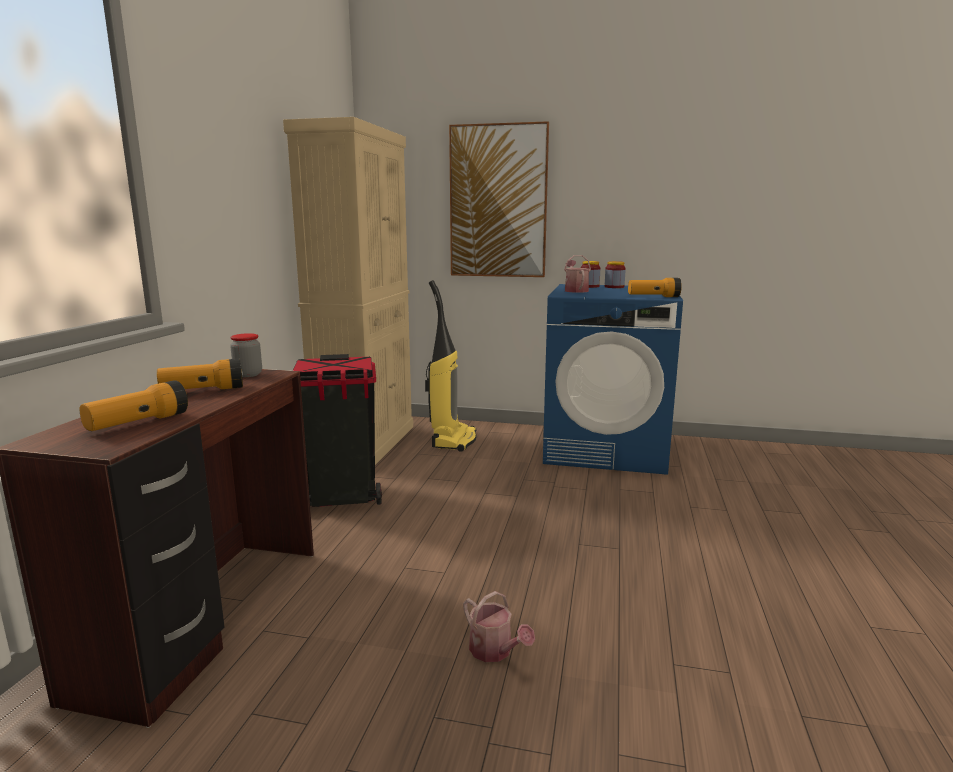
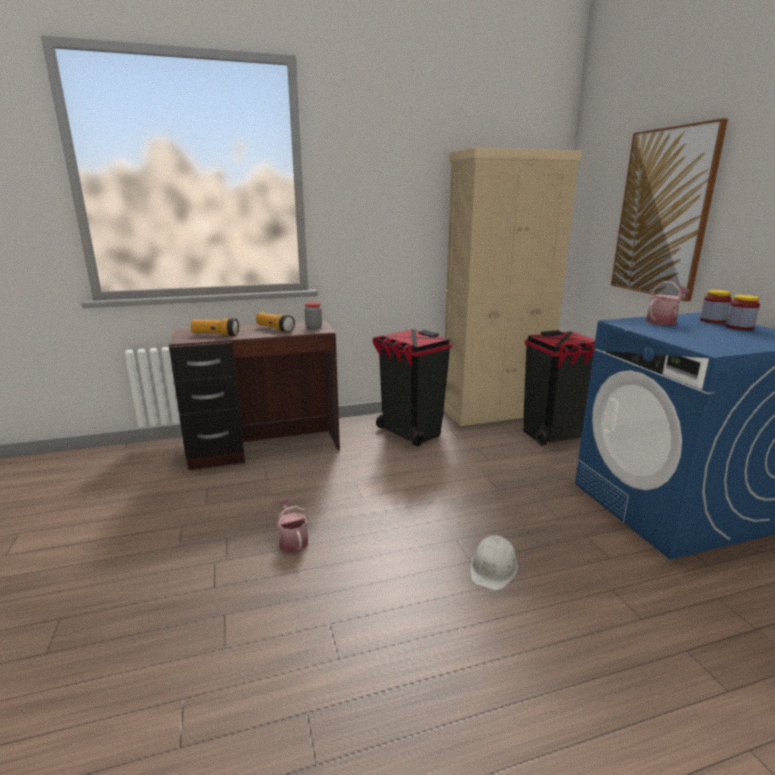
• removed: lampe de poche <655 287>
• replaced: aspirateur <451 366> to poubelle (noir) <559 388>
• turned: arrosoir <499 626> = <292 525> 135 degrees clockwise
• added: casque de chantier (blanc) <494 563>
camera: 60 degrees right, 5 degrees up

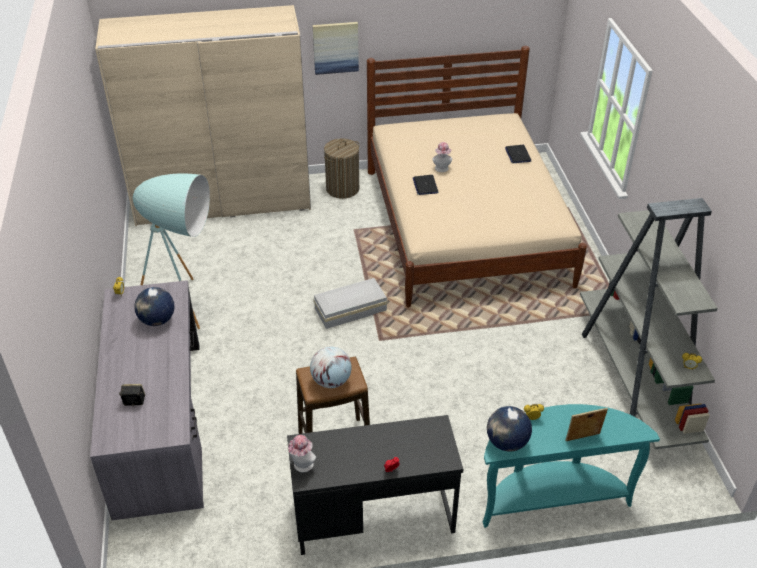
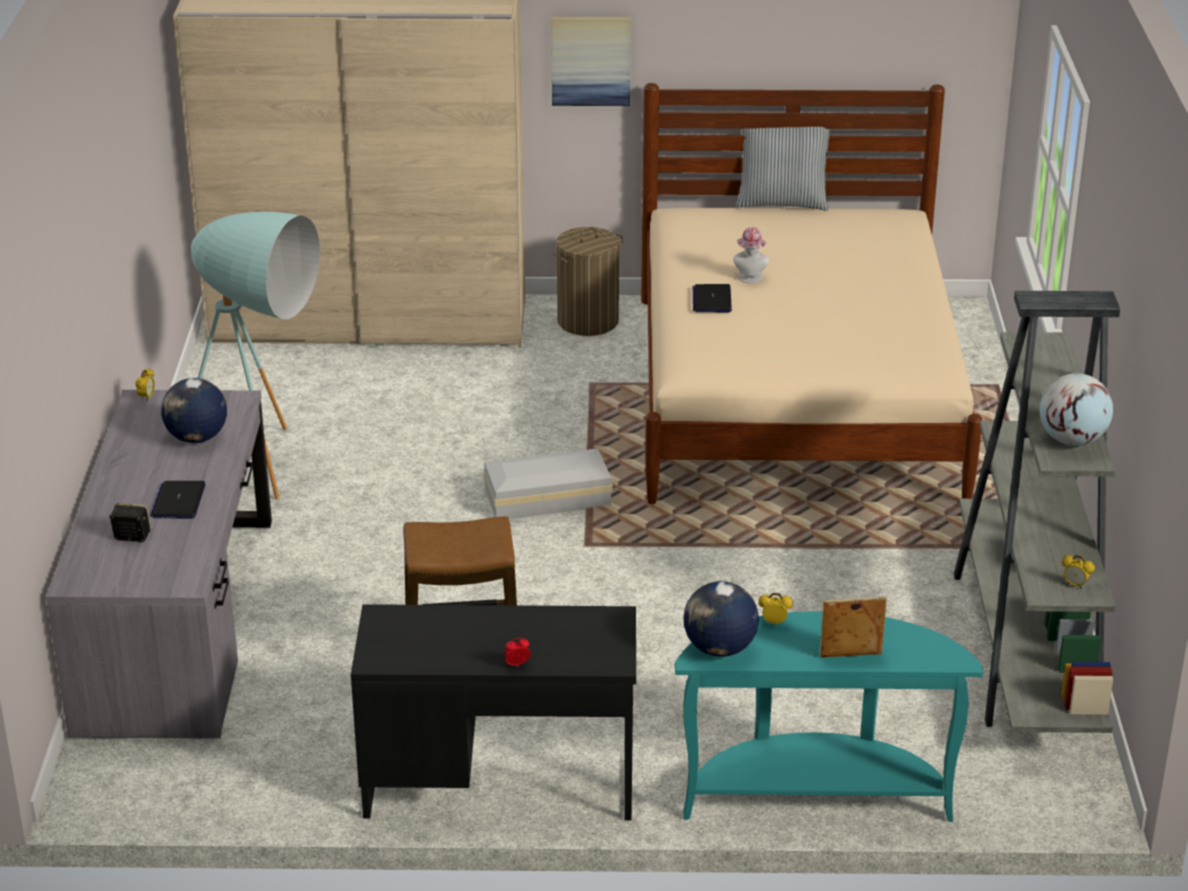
• moved: ordinateur portable <518 154> to <178 500>
• moved: globe <331 367> to <1076 409>
• removed: chapeau <302 453>
• added: coussin <783 169>
camera: 10 degrees right, 10 degrees down

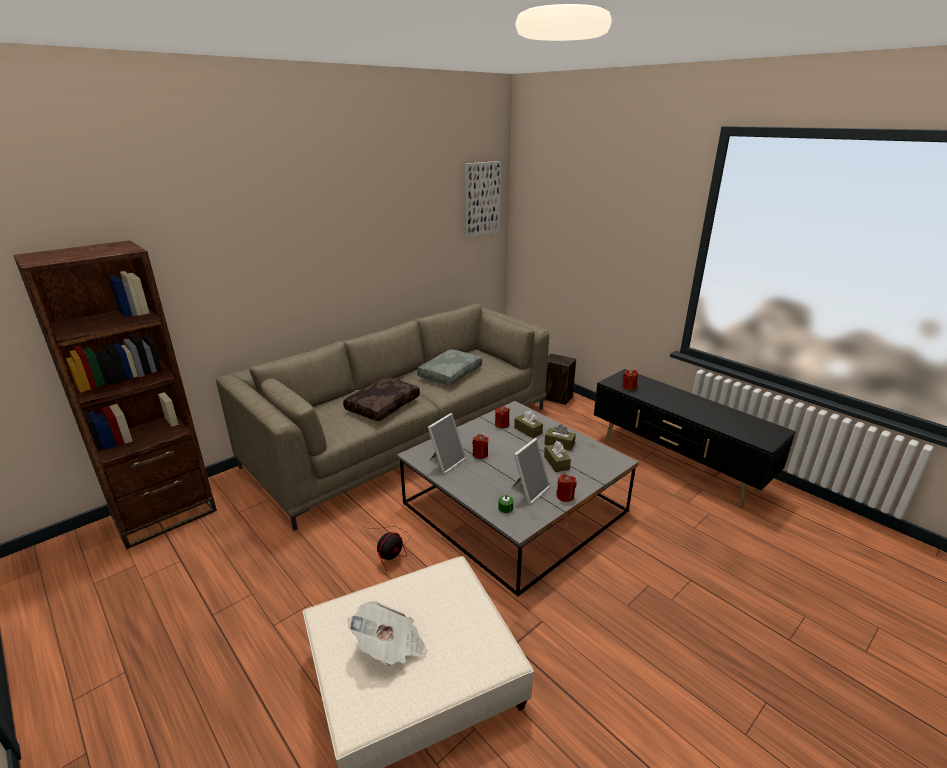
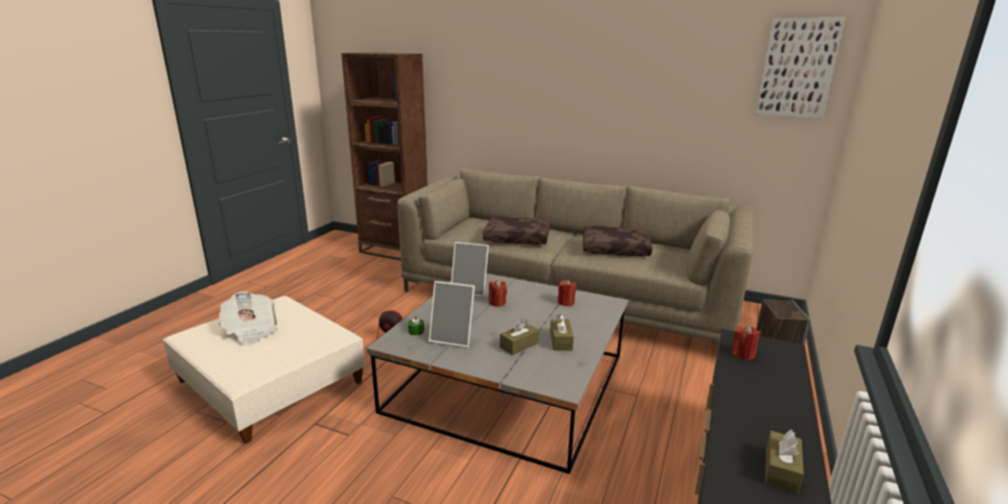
• recoloured: coussin (gris) <449 367> to coussin (marron) <617 241>
• moved: boîte à mouchoirs (marron) <528 424> to <784 461>
• removed: bougie (rouge) <566 488>
camera: 65 degrees right, 5 degrees down

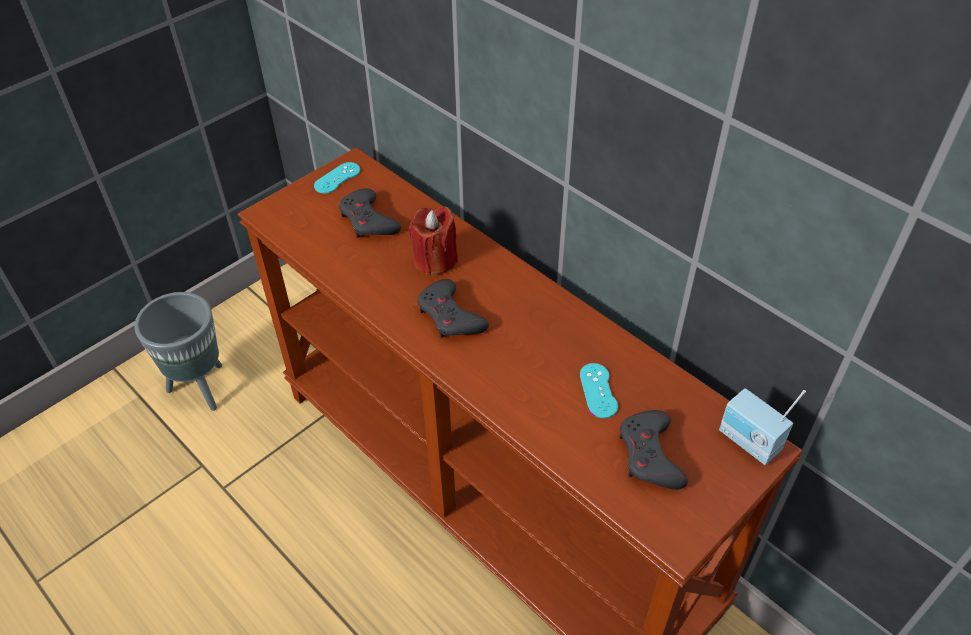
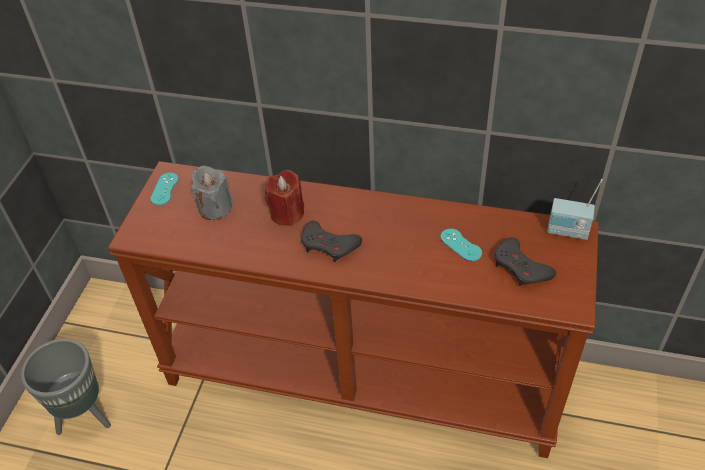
• replaced: manette (gris) <370 213> to bougie (gris) <212 193>
camera: 30 degrees left, 0 degrees up

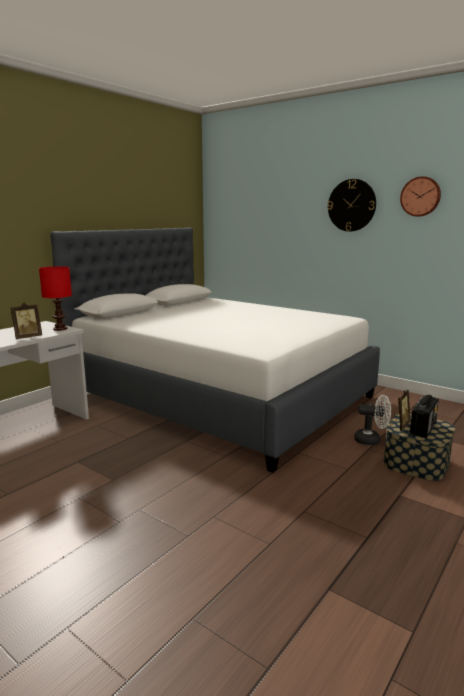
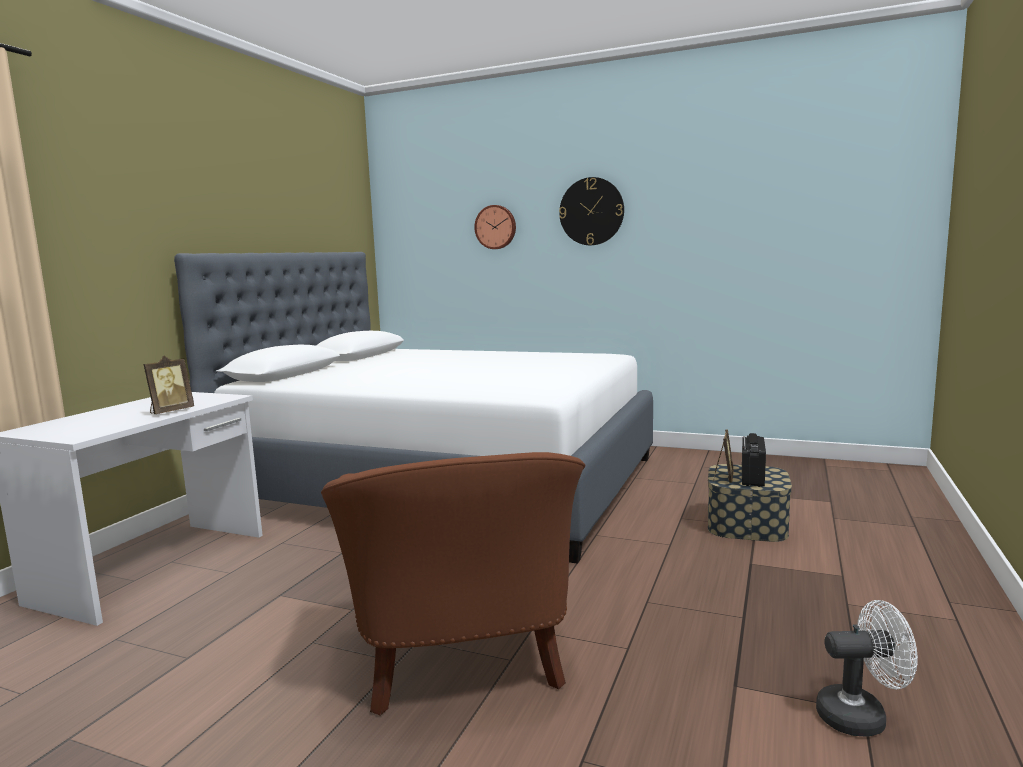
• moved: horloge murale <420 196> to <495 227>
• removed: lampe de table (rouge) <55 298>
• moved: ventilateur (blanc) <372 420> to <867 668>
• added: fauteuil (marron) <453 584>
camera: 15 degrees left, 5 degrees down

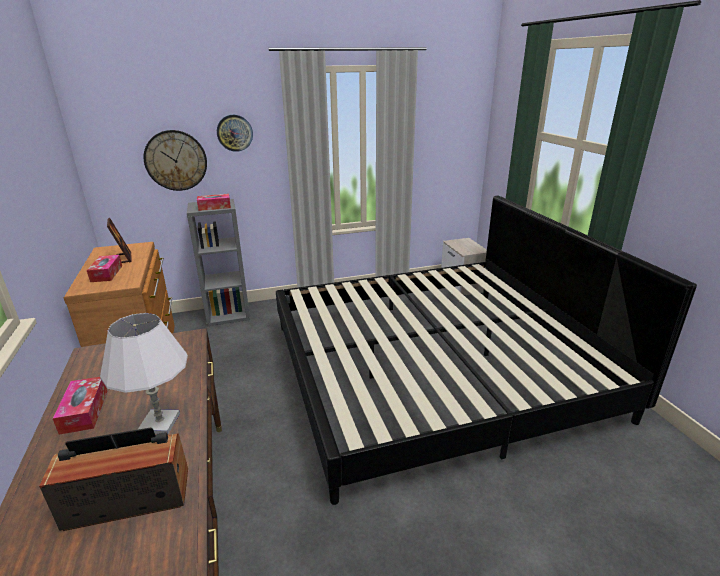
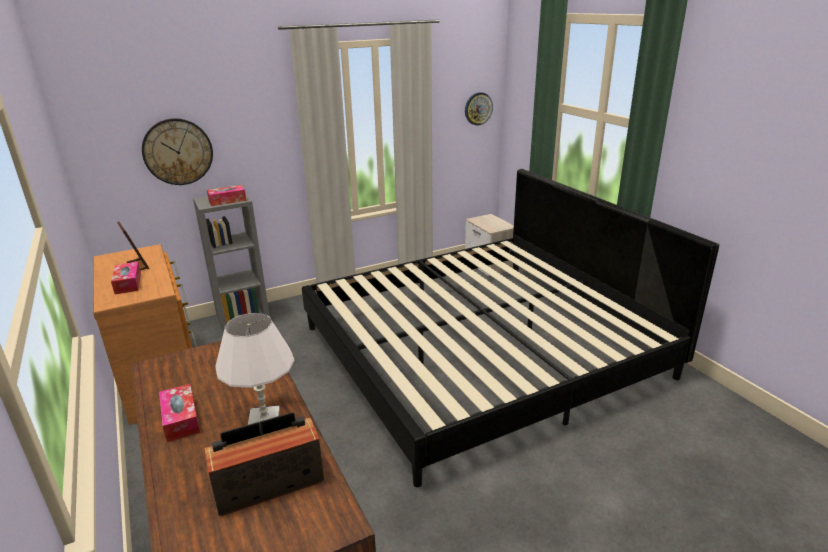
• moved: horloge murale <235 133> to <479 109>
camera: 10 degrees left, 0 degrees up

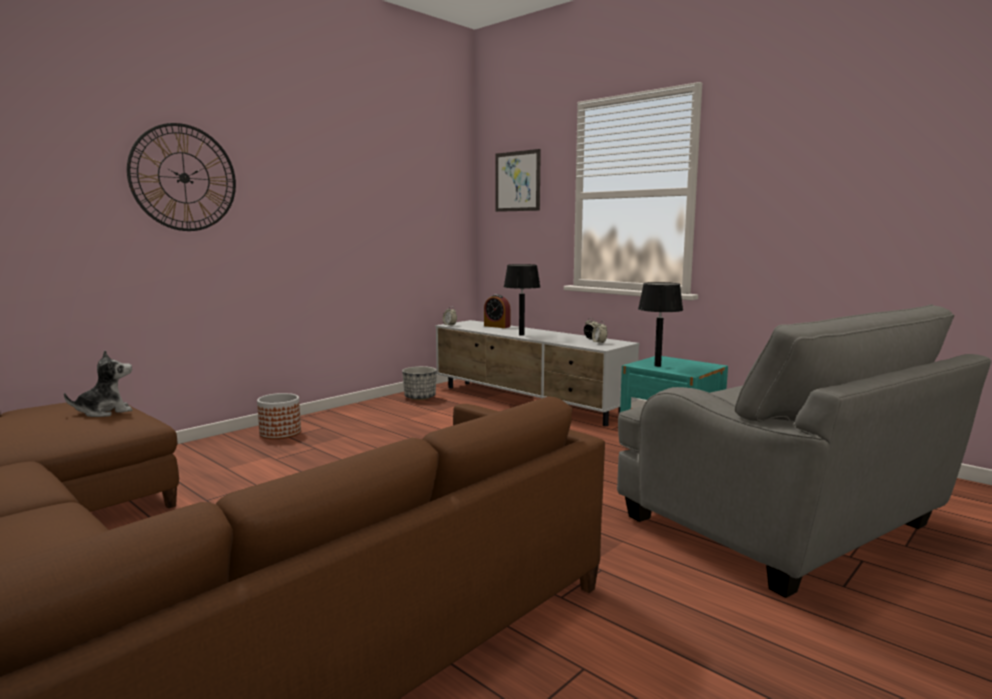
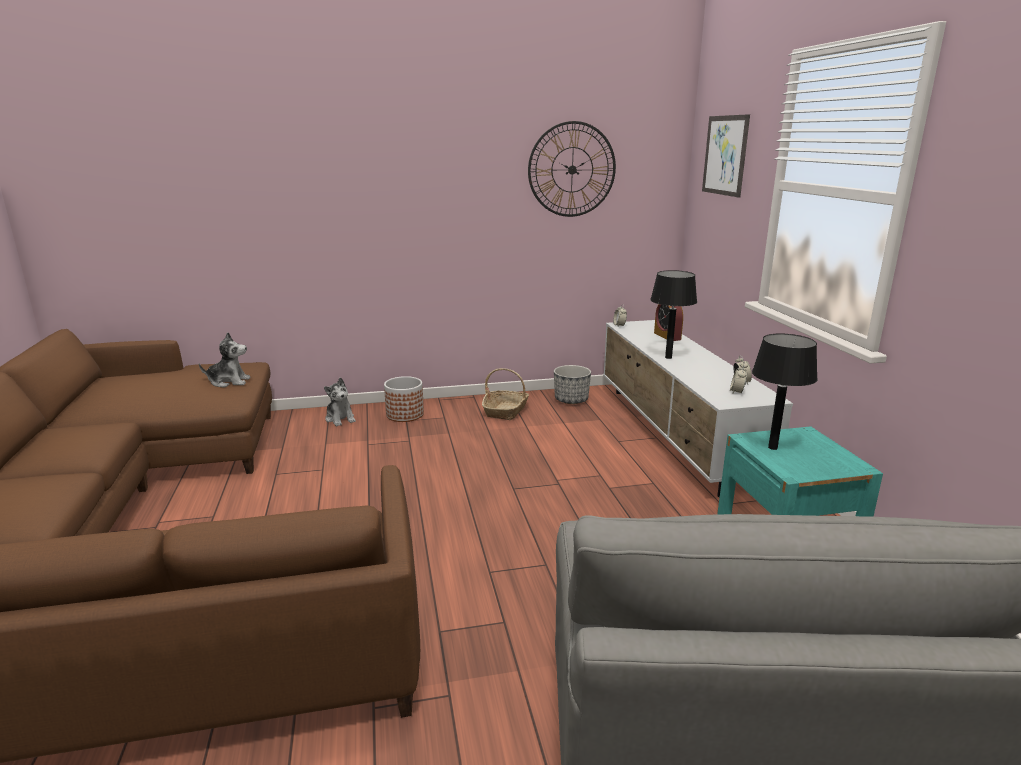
• moved: horloge murale <181 177> to <572 169>
• added: panier <505 394>
• added: peluche <340 401>
camera: 35 degrees right, 10 degrees up

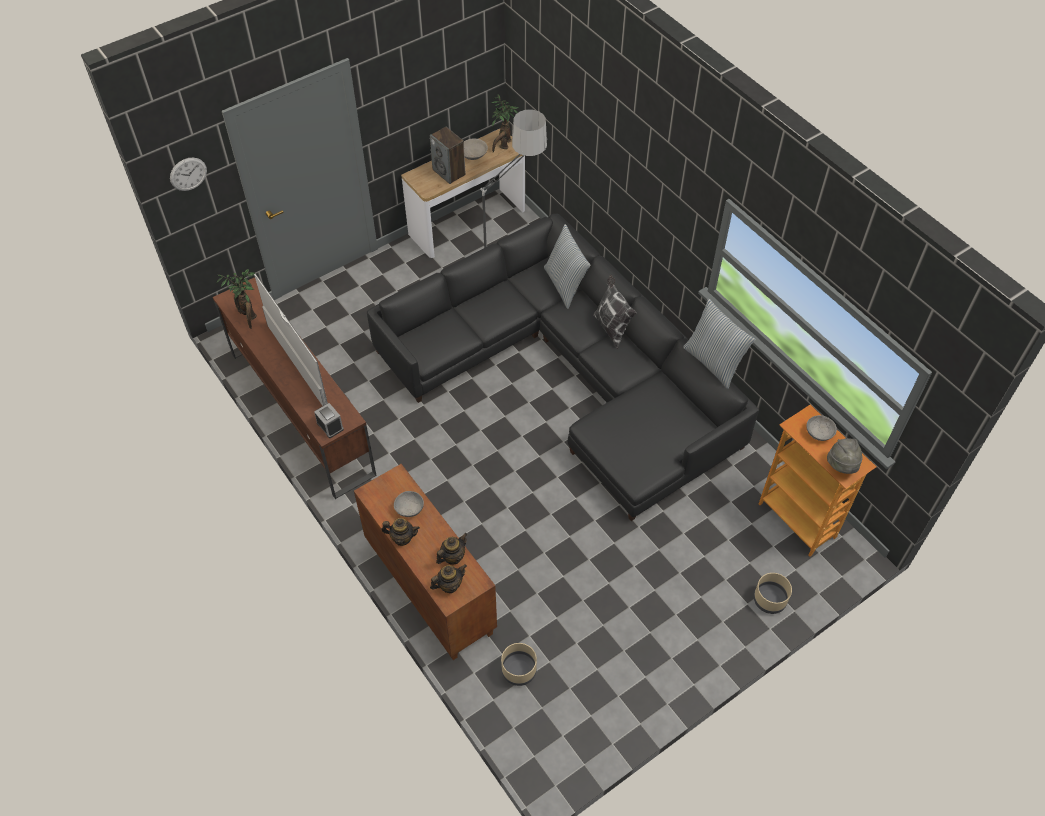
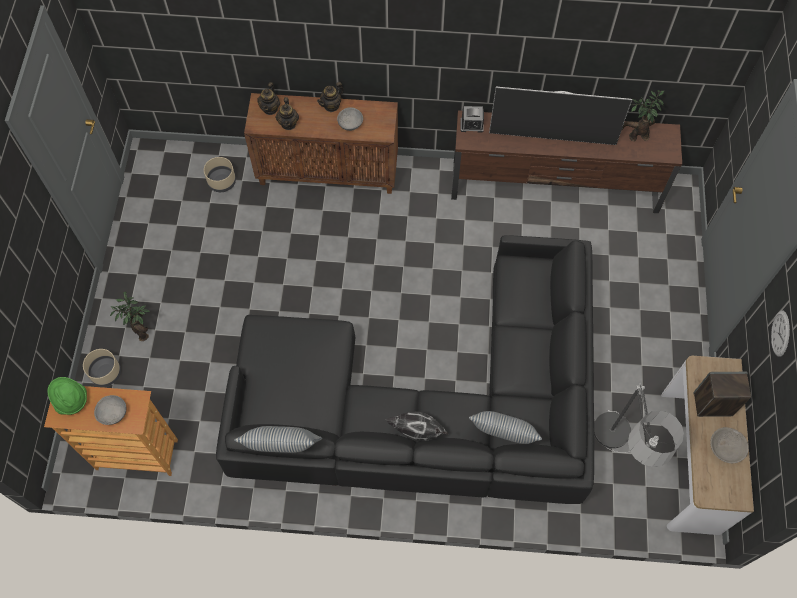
• moved: plante en pot <504 123> to <130 316>
• moved: horloge murale <188 174> to <780 333>
• recoloured: chapeau (gris) <845 456> to chapeau (vert) <67 396>
camera: 130 degrees right, 10 degrees up

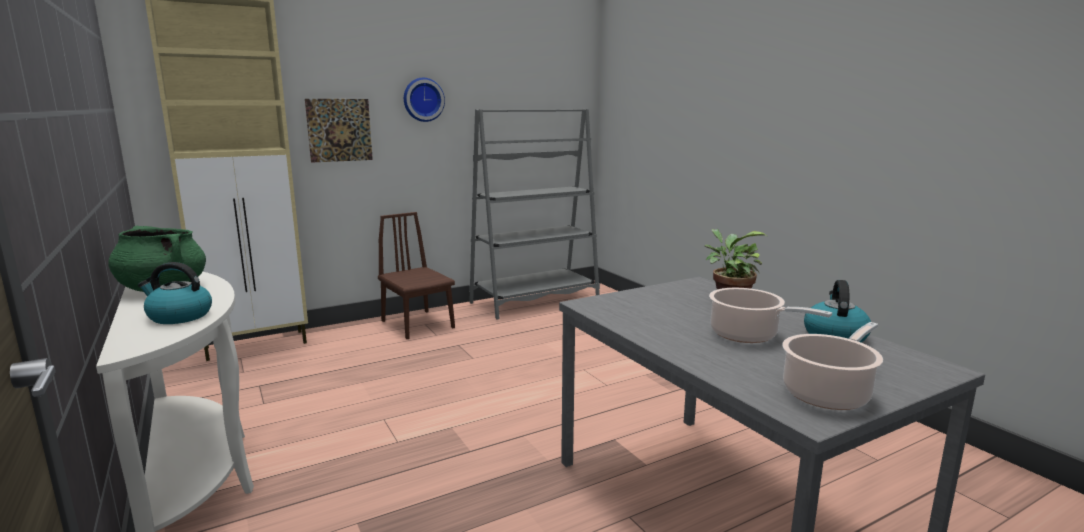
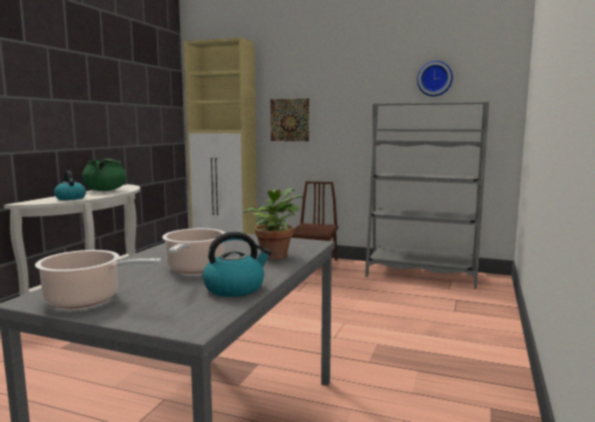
• moved: horloge murale <424 100> to <435 78>
camera: 50 degrees right, 5 degrees down

